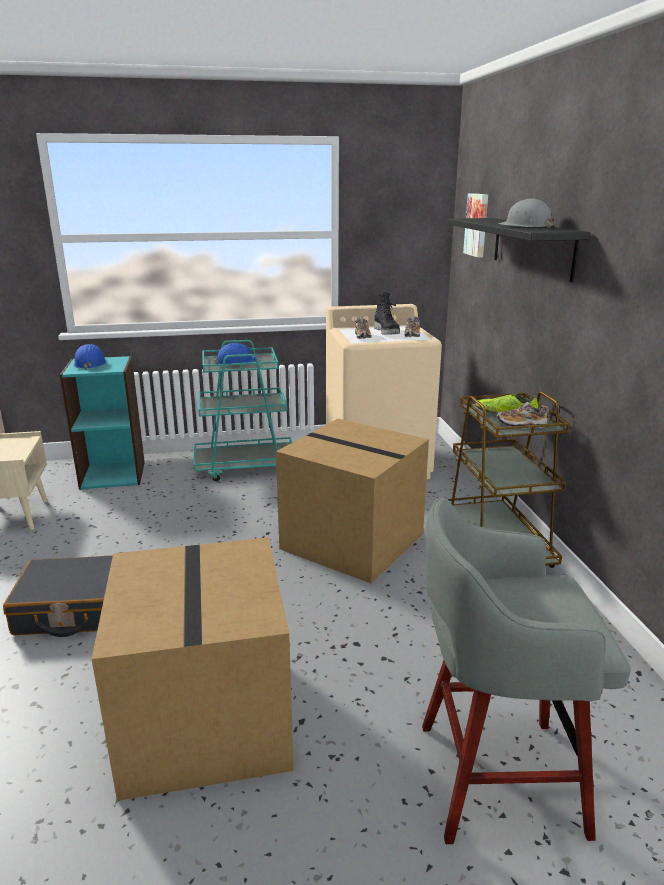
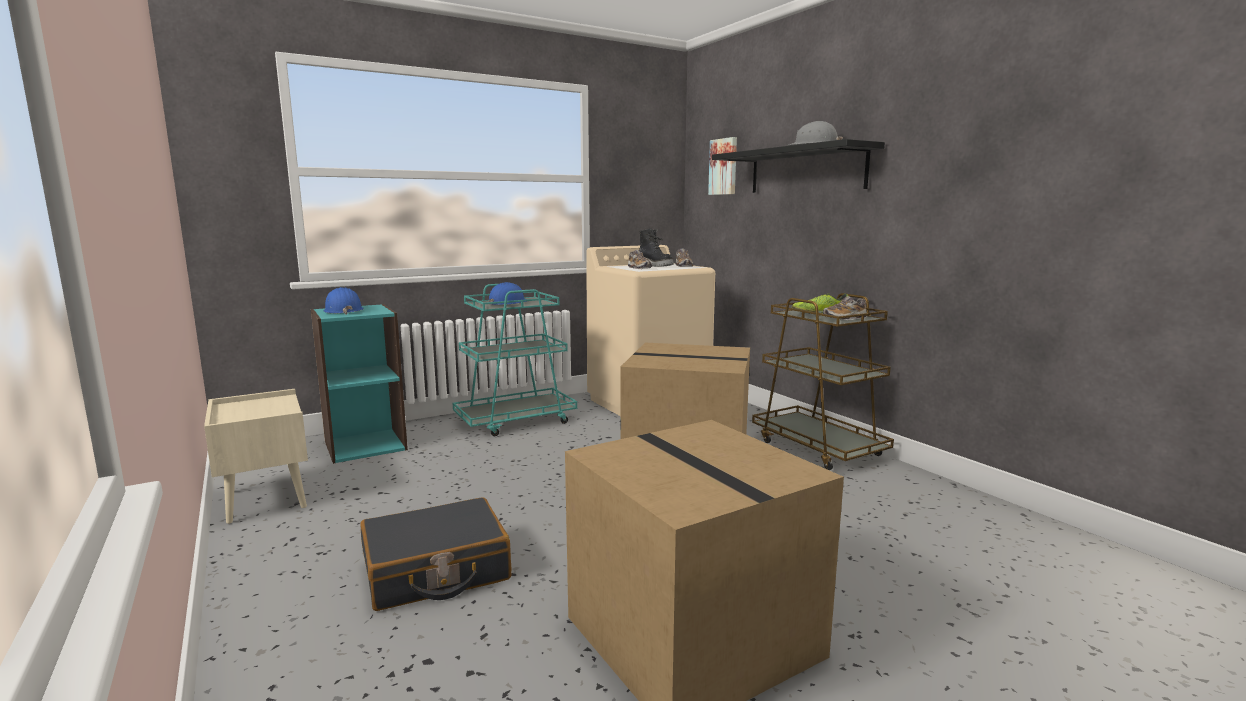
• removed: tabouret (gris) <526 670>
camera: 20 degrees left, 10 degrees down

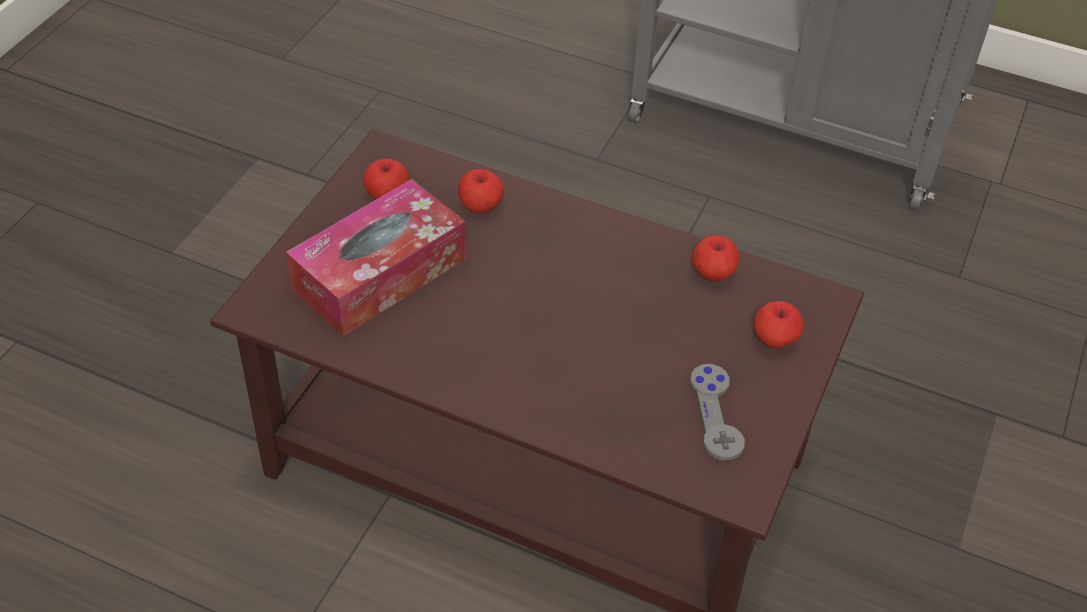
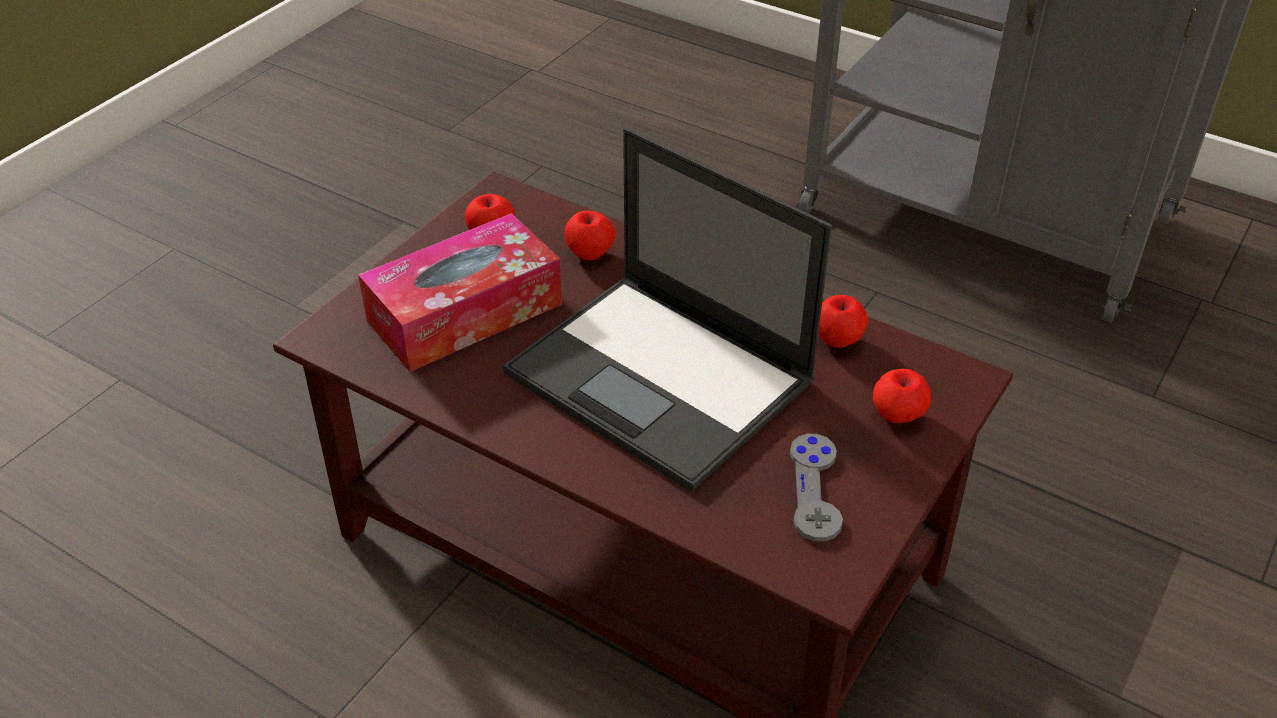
• added: ordinateur portable <667 310>
camera: 10 degrees right, 5 degrees down

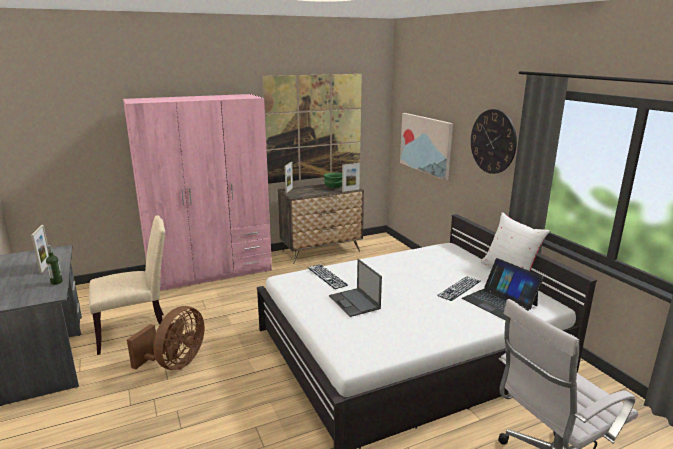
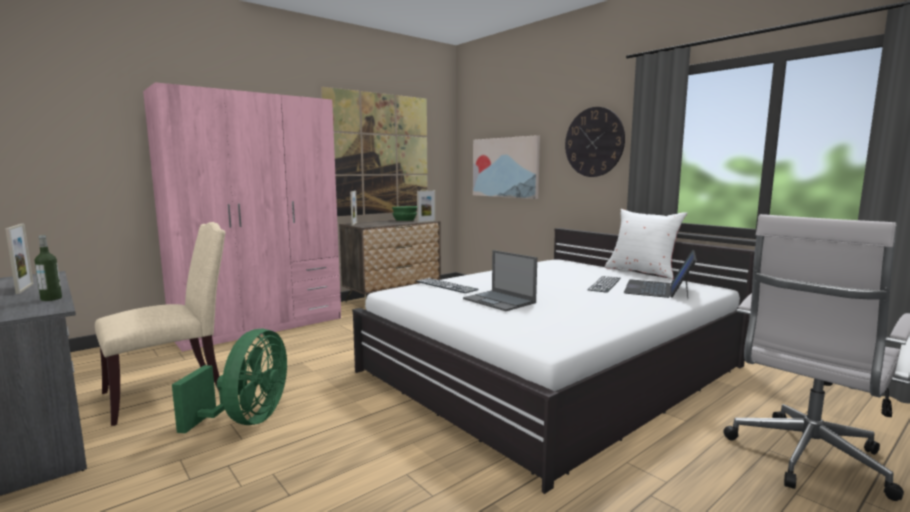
• turned: ordinateur portable <503 289> = <660 273> 75 degrees clockwise
• recoloured: ventilateur (marron) <165 338> to ventilateur (vert) <229 381>
camera: 15 degrees left, 10 degrees down

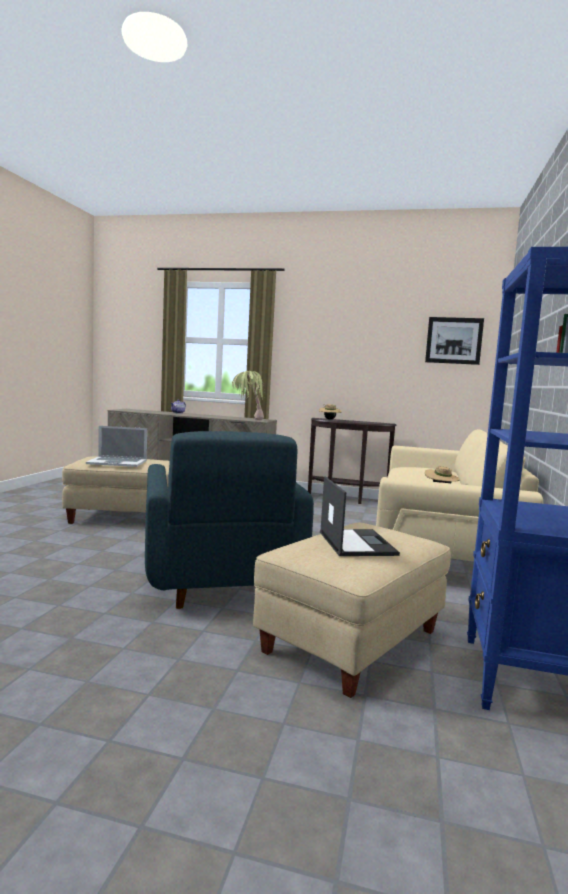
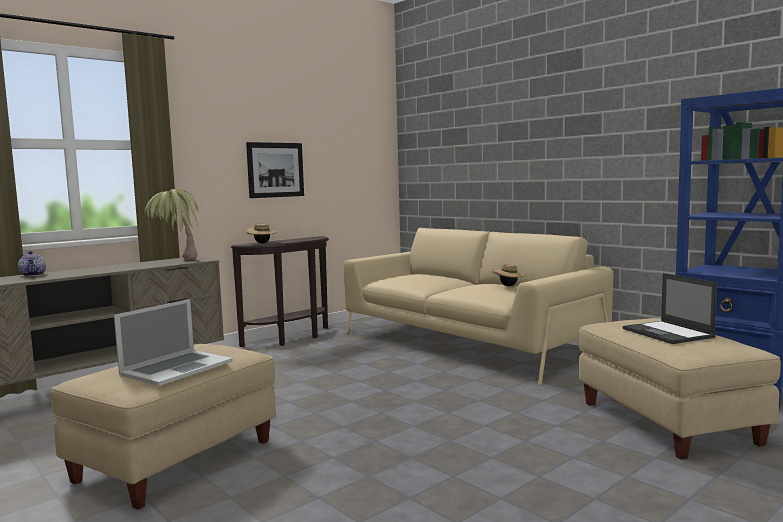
• moved: tableau <454 341> to <275 170>
• removed: fauteuil (bleu) <229 520>
• turned: ordinateur portable <360 516> = <670 308> 135 degrees counterclockwise
camera: 55 degrees left, 0 degrees up

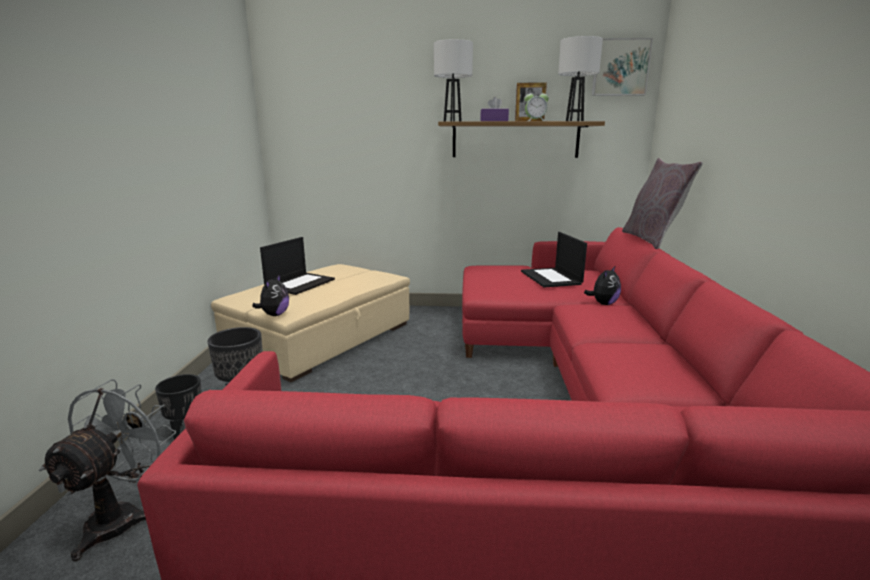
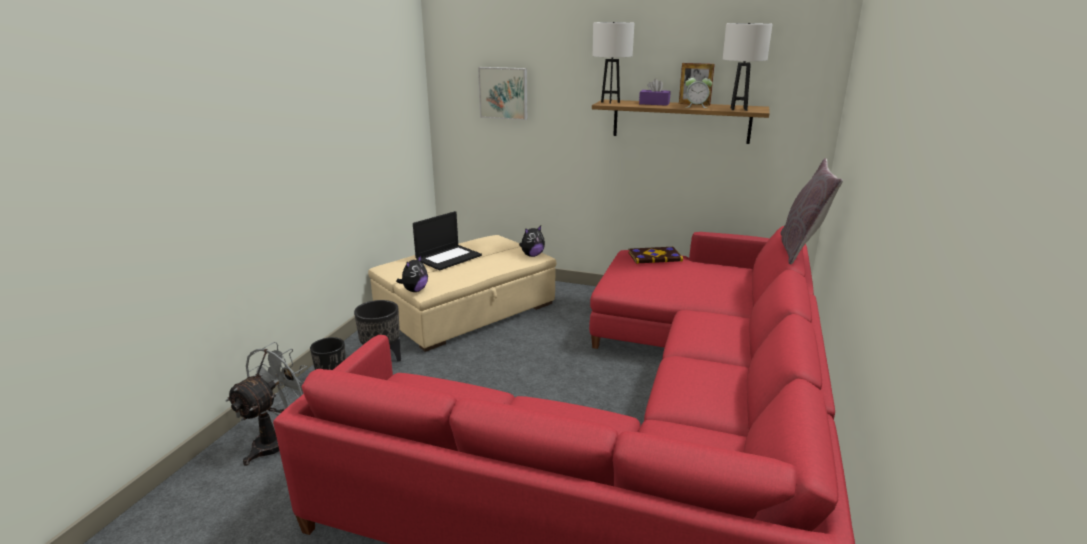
• moved: tableau <622 67> to <502 93>
• removed: ordinateur portable <554 260>
• moved: peluche <602 286> to <532 241>
• added: livre <655 255>
camera: 15 degrees right, 5 degrees up

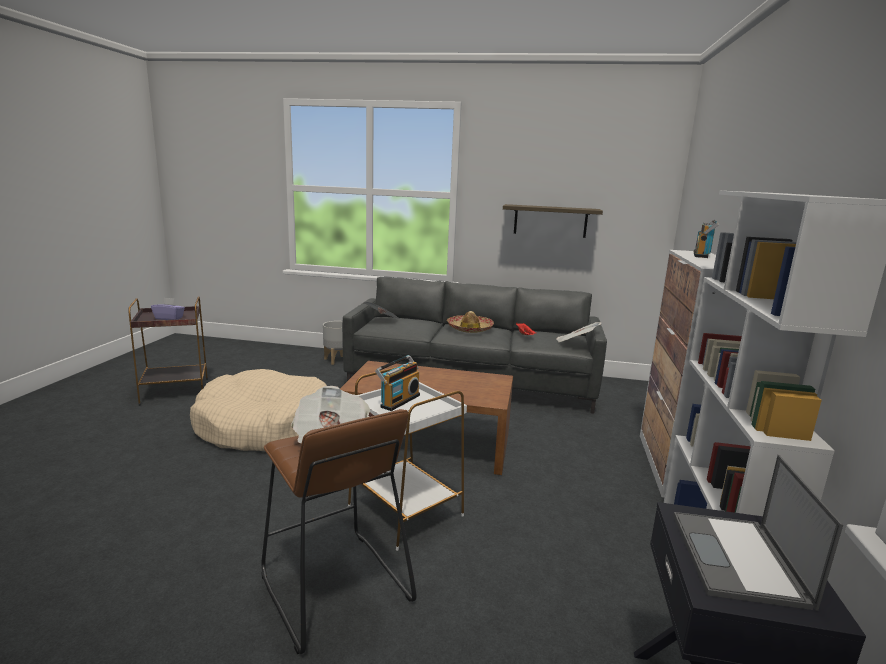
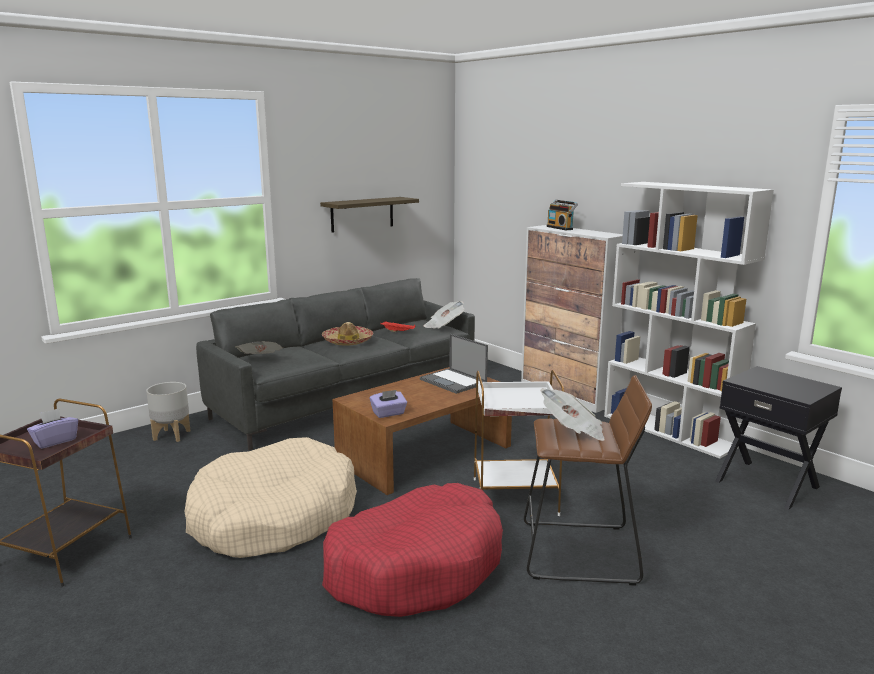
• removed: radio <397 383>
• moved: ordinateur portable <758 533> to <454 364>
• added: boîte à mouchoirs (violet) <388 404>
• added: panier pour chien (rouge) <412 550>
camera: 50 degrees left, 0 degrees up

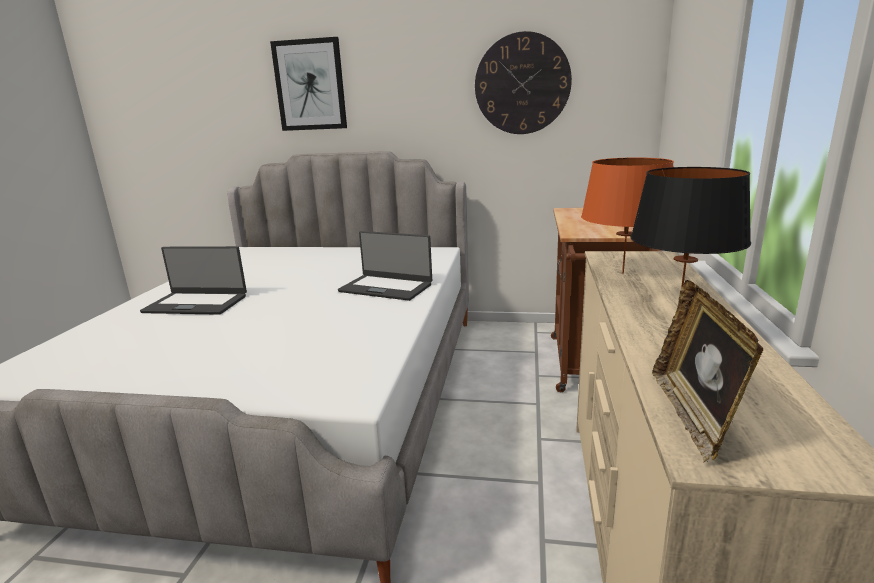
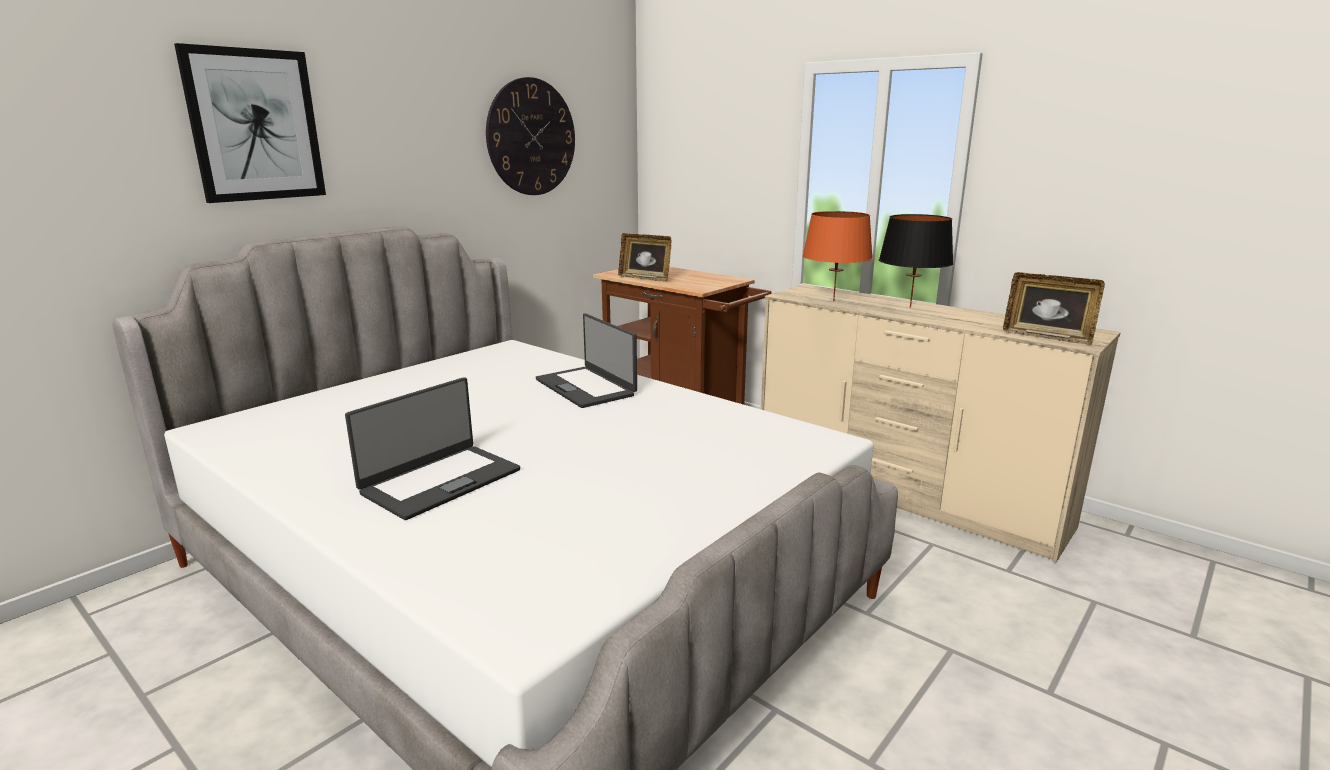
• turned: ordinateur portable <385 266> = <586 360> 90 degrees clockwise
• added: cadre photo <645 257>
camera: 60 degrees left, 0 degrees up

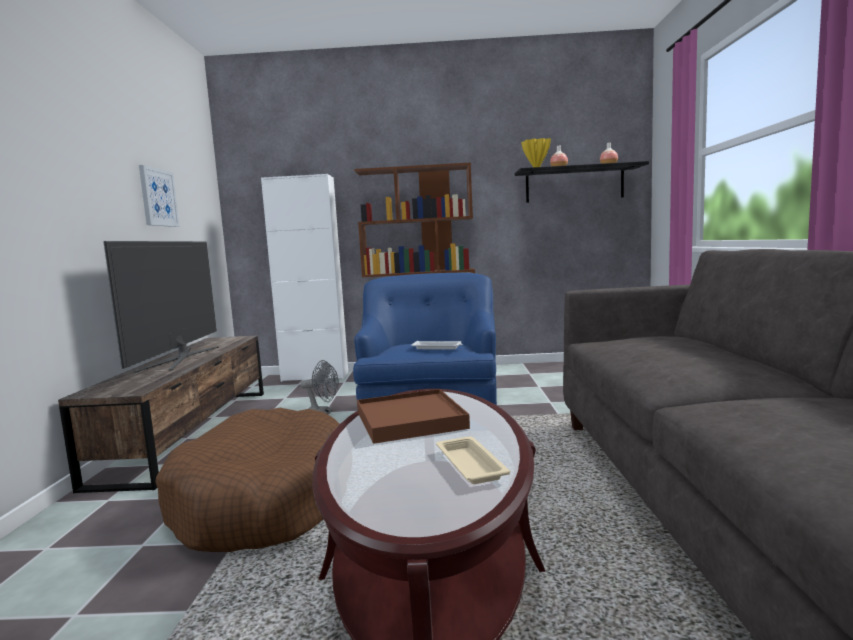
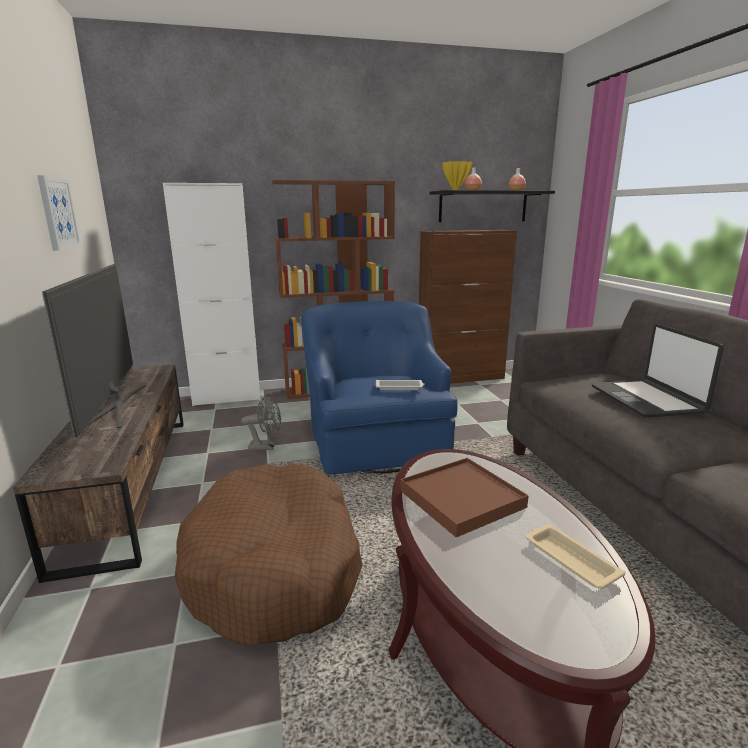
• added: meuble de rangement (marron) <468 307>
• added: ordinateur portable <658 371>
camera: 15 degrees left, 10 degrees up

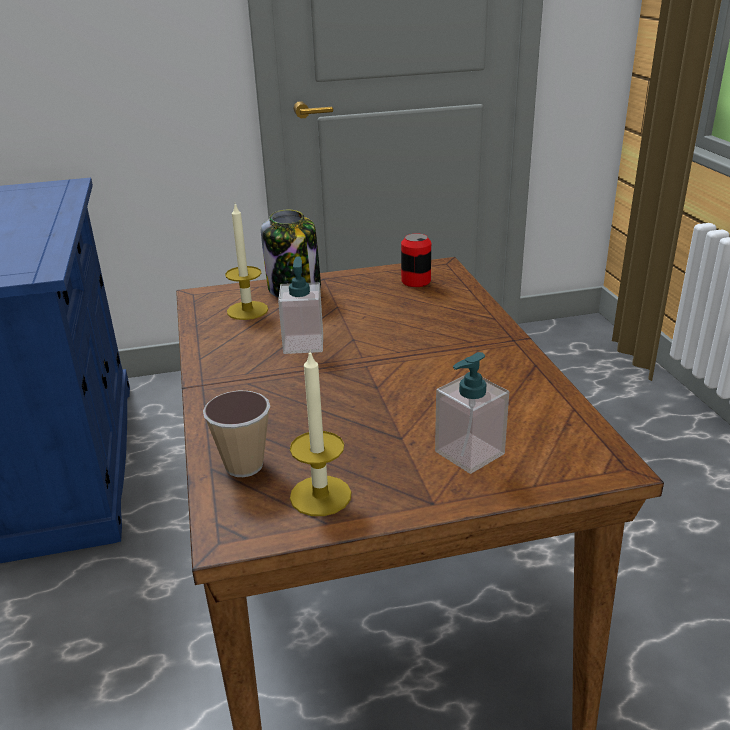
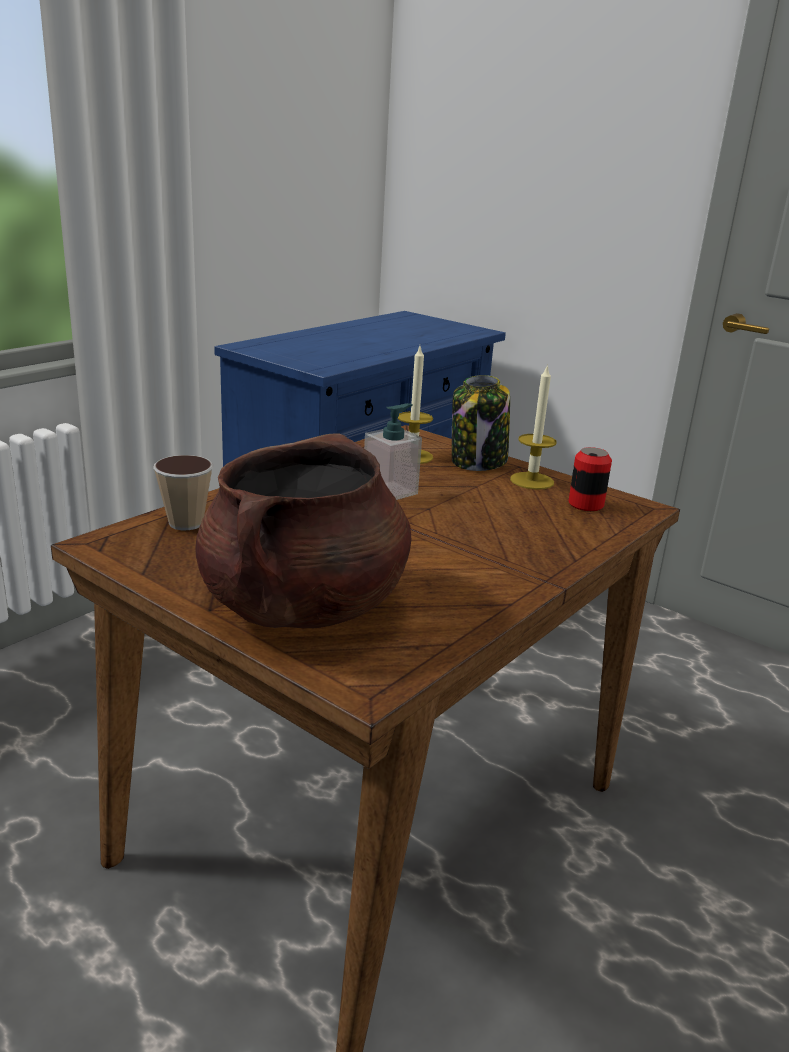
• replaced: distributeur de savon <472 413> to marmite (marron) <303 530>
• moved: bougie <320 434> to <533 427>
camera: 50 degrees right, 5 degrees down

